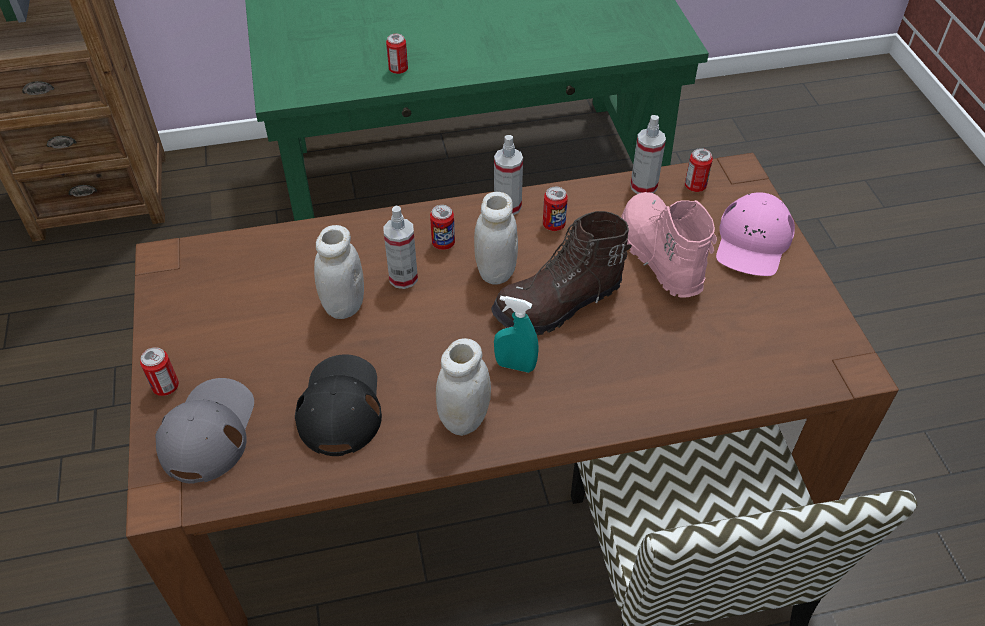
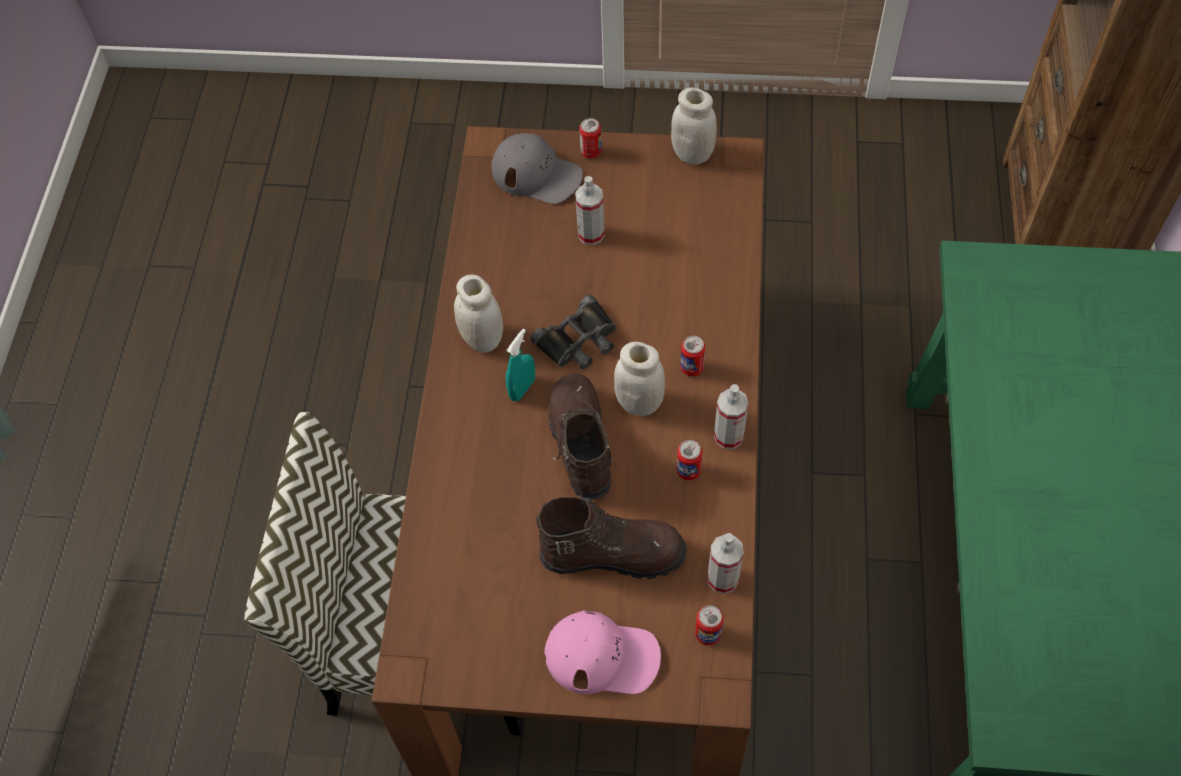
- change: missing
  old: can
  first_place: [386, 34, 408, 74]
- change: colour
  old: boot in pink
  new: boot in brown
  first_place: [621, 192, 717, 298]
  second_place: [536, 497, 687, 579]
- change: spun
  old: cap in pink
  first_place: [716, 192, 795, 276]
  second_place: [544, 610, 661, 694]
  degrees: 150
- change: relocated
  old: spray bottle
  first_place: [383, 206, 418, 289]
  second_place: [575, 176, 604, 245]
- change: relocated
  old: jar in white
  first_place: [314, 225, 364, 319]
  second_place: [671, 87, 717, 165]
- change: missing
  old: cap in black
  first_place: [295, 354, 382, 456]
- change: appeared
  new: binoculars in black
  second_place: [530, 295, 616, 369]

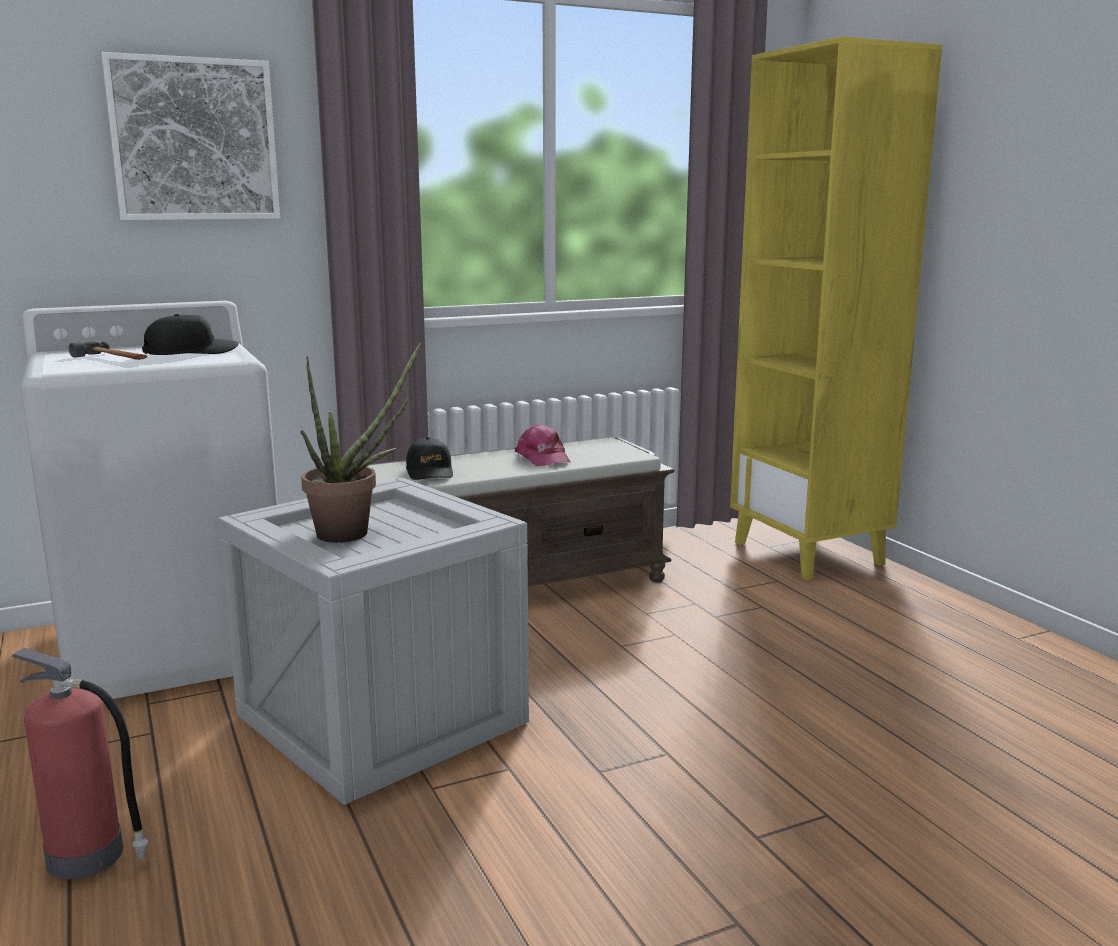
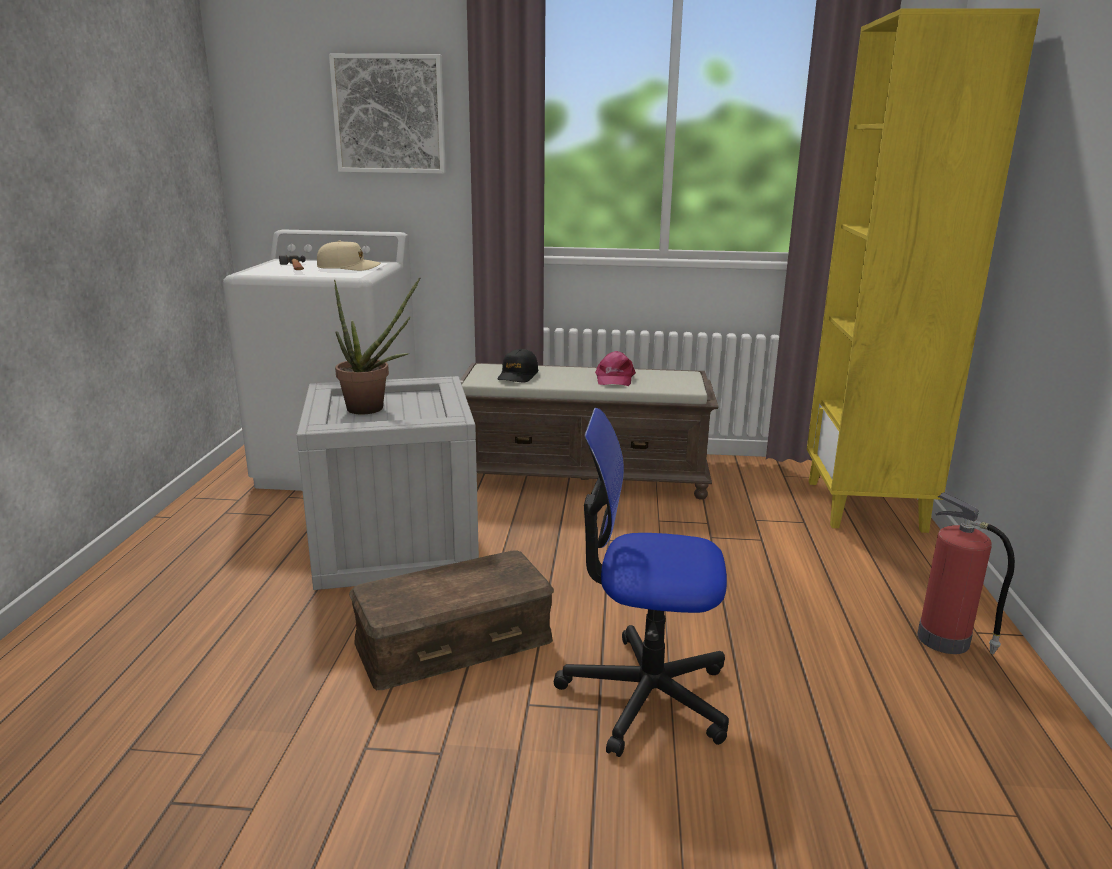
- change: colour
  old: cap in black
  new: cap in beige
  first_place: [142, 314, 239, 355]
  second_place: [317, 241, 381, 271]
- change: relocated
  old: fire extinguisher
  first_place: [11, 648, 148, 879]
  second_place: [917, 492, 1015, 654]
- change: appeared
  new: office chair
  second_place: [554, 408, 729, 757]
- change: appeared
  new: storage box in brown
  second_place: [349, 550, 554, 690]

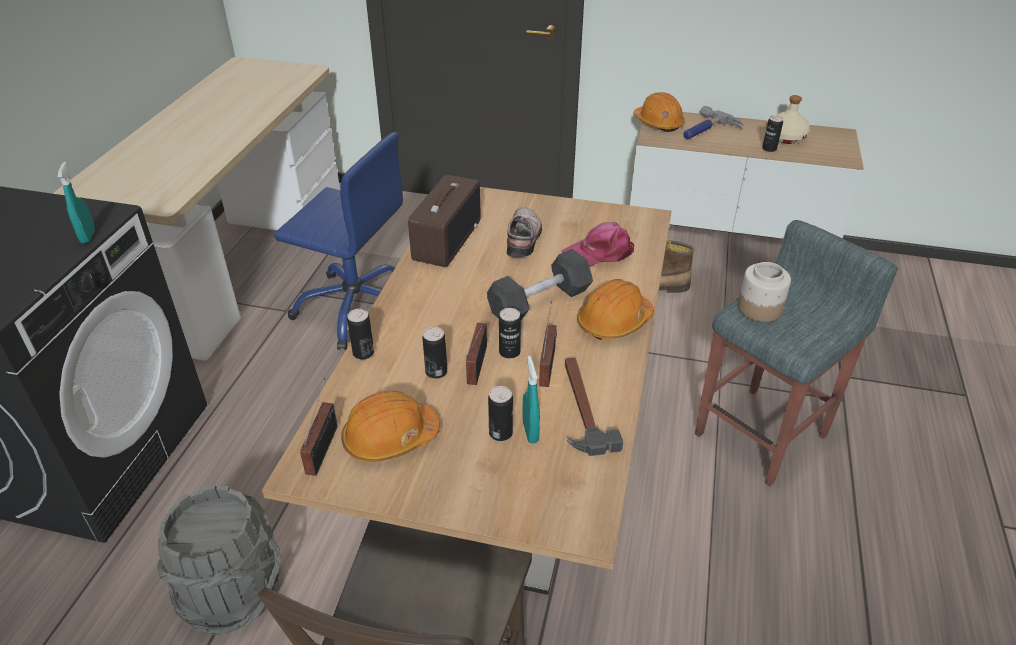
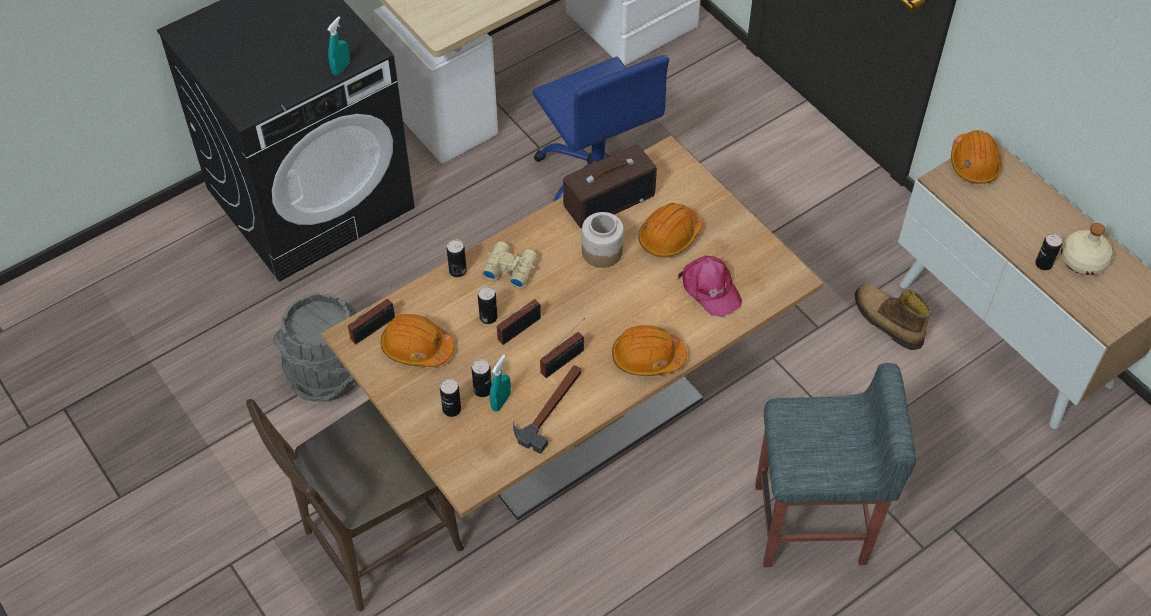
- change: missing
  old: hammer
  first_place: [683, 106, 744, 140]
- change: exchanged
  old: shoe
  new: hard hat in orange
  first_place: [507, 207, 542, 257]
  second_place: [638, 203, 702, 258]
- change: spun
  old: cap in pink
  first_place: [561, 222, 634, 267]
  second_place: [678, 256, 742, 317]
  degrees: -150
- change: missing
  old: dumbbell in black
  first_place: [487, 249, 593, 320]
- change: relocated
  old: jar
  first_place: [738, 262, 791, 322]
  second_place: [582, 212, 624, 268]
- change: relocated
  old: can
  first_place: [499, 308, 521, 359]
  second_place: [440, 379, 461, 417]
- change: appeared
  new: binoculars in beige
  second_place: [482, 242, 537, 288]

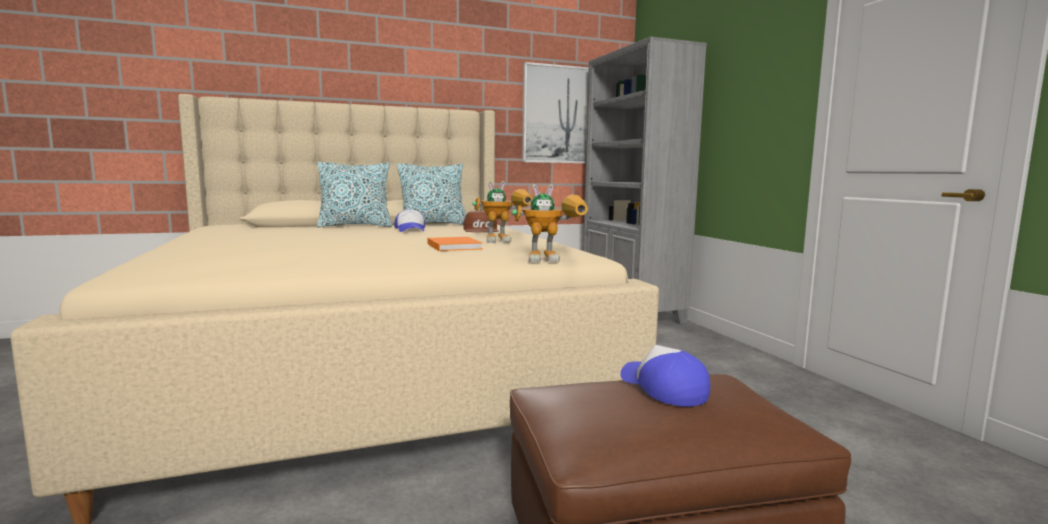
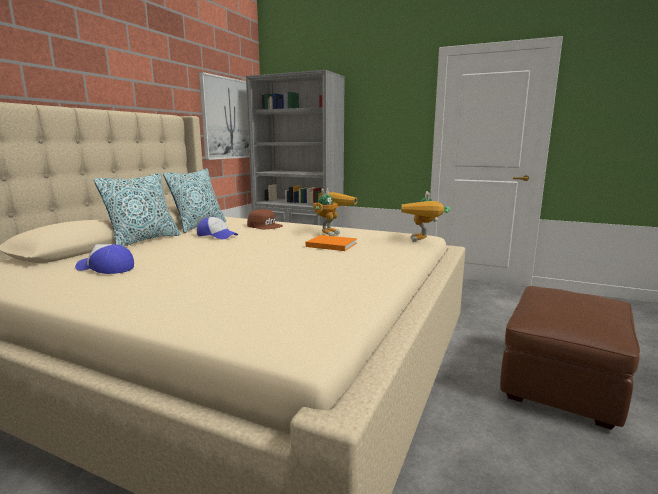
- change: spun
  old: toy robot
  first_place: [512, 184, 588, 263]
  second_place: [401, 191, 451, 242]
  degrees: 150
- change: relocated
  old: cap
  first_place: [620, 345, 710, 407]
  second_place: [75, 244, 134, 274]

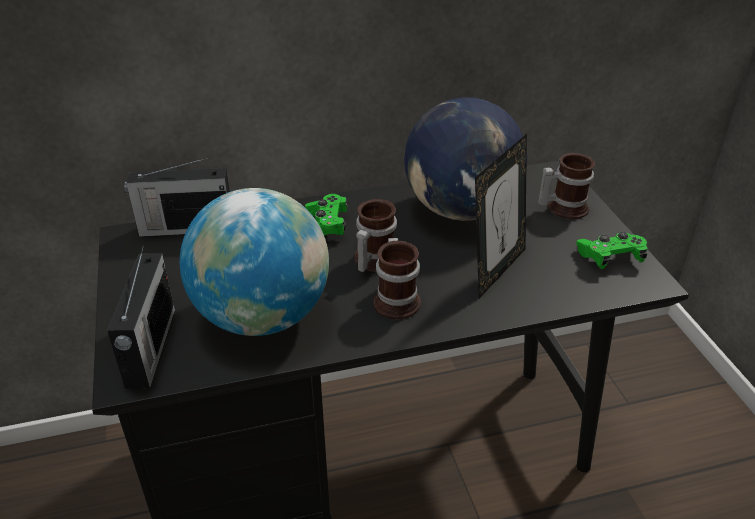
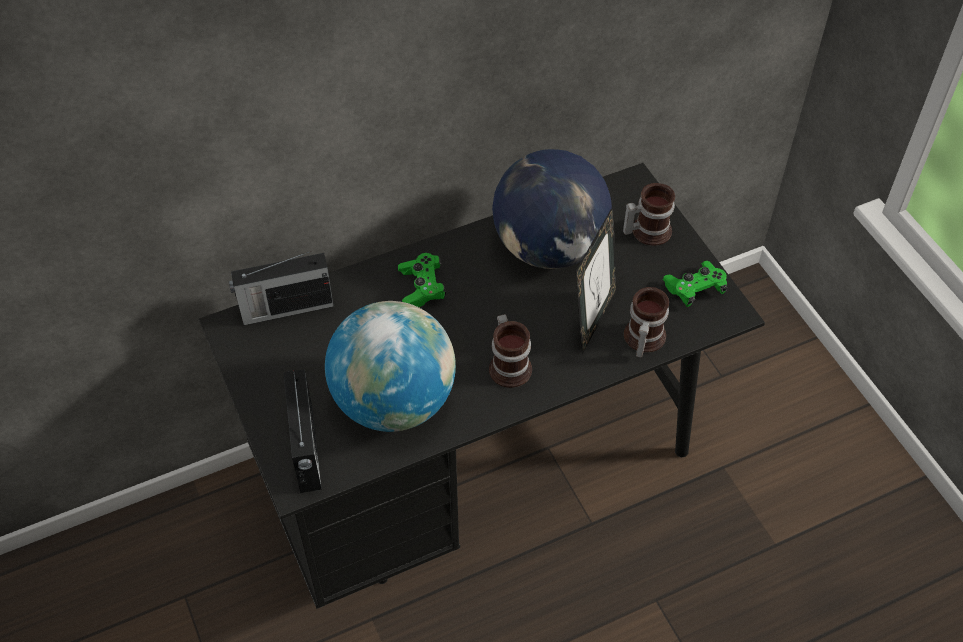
- change: relocated
  old: mug
  first_place: [354, 199, 397, 272]
  second_place: [624, 287, 669, 358]

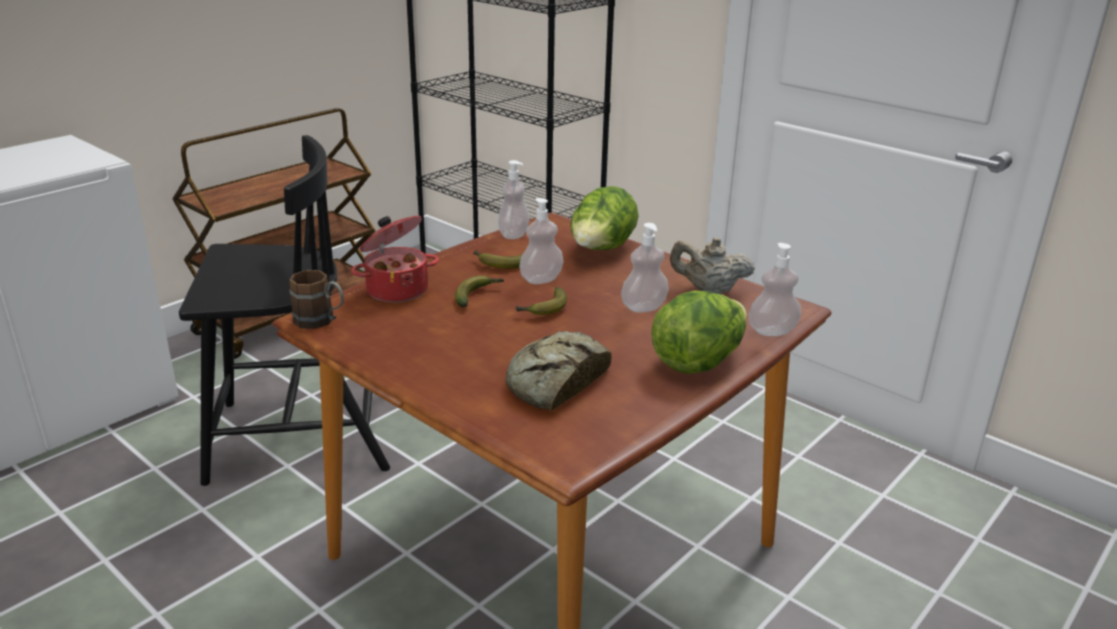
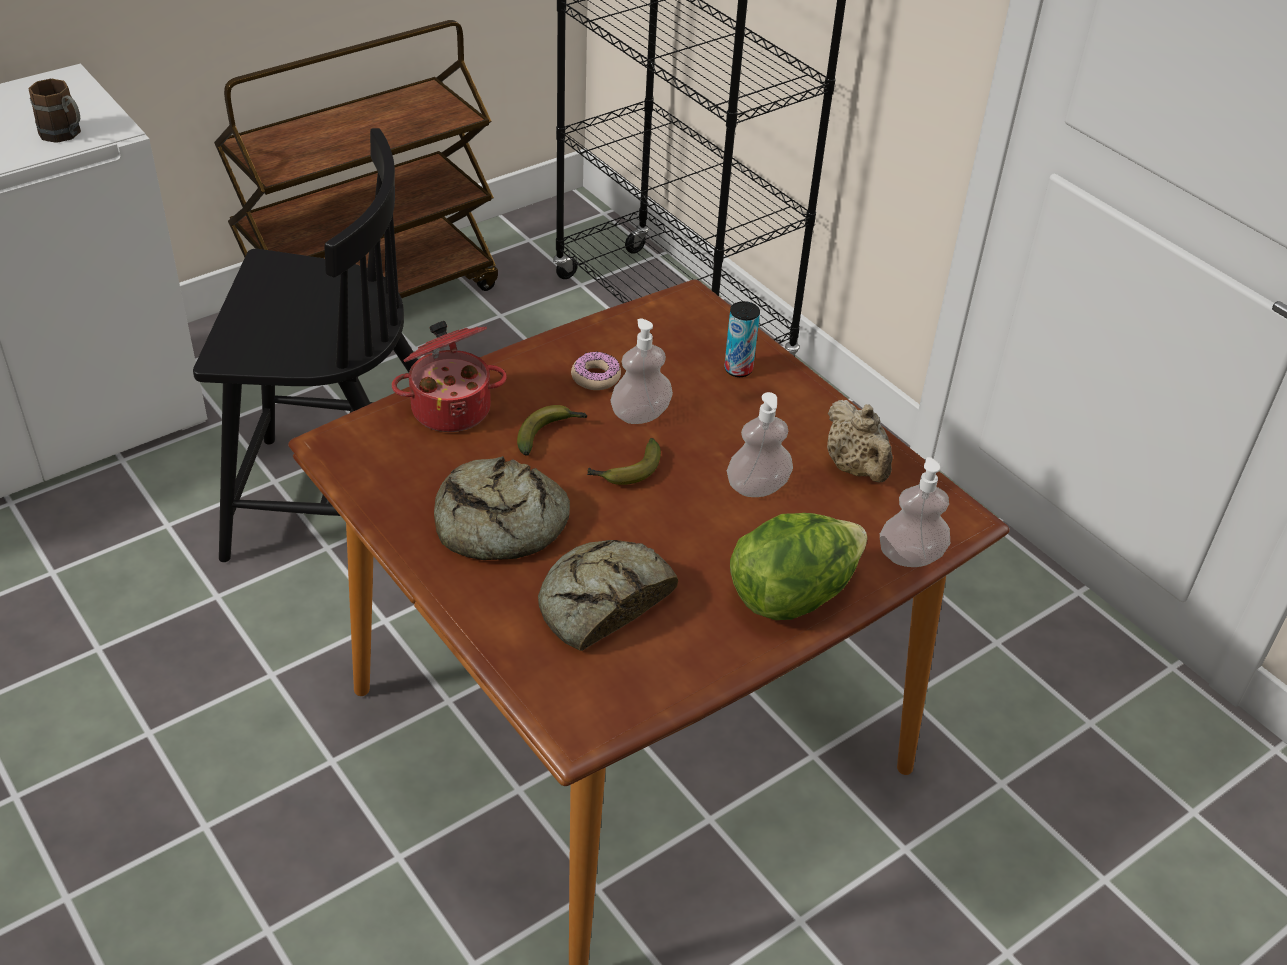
- change: missing
  old: soap dispenser
  first_place: [498, 160, 530, 239]
- change: exchanged
  old: lettuce
  new: can
  first_place: [570, 186, 639, 250]
  second_place: [724, 301, 760, 377]
- change: spun
  old: teapot in beige
  first_place: [670, 237, 755, 294]
  second_place: [827, 400, 893, 482]
  degrees: -135
- change: exchanged
  old: banana
  new: donut
  first_place: [473, 250, 523, 269]
  second_place: [571, 352, 621, 390]
- change: relocated
  old: mug in brown
  first_place: [290, 270, 344, 329]
  second_place: [29, 79, 81, 143]
- change: appeared
  new: bread
  second_place: [434, 456, 570, 560]

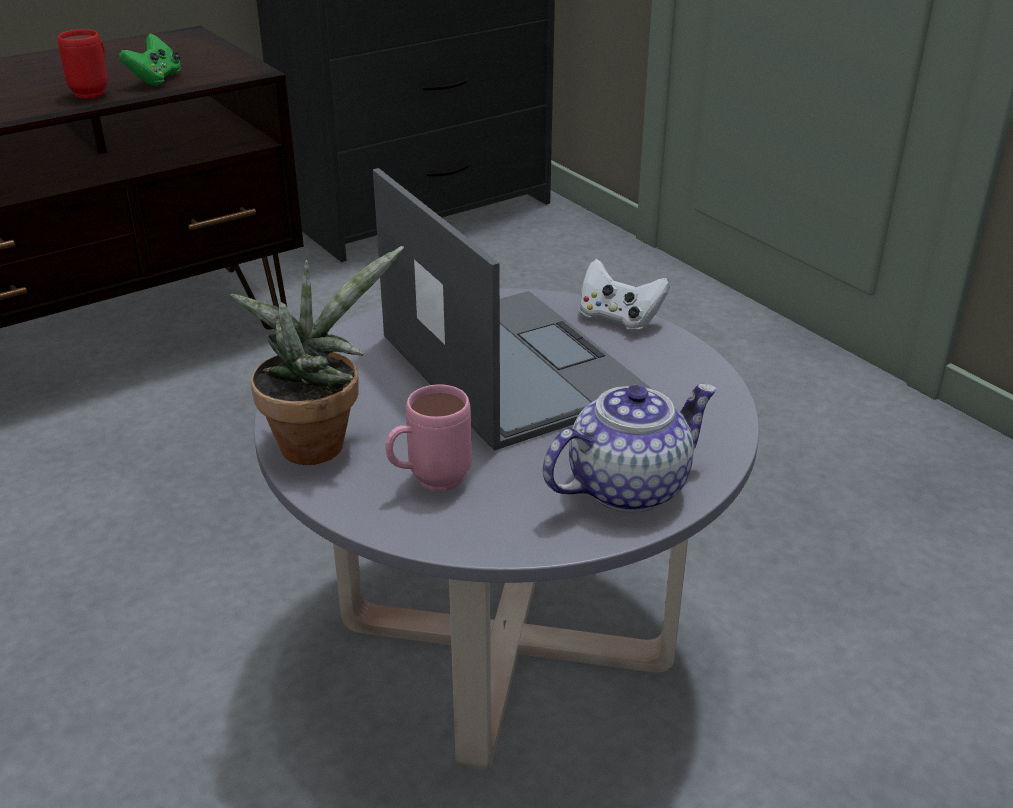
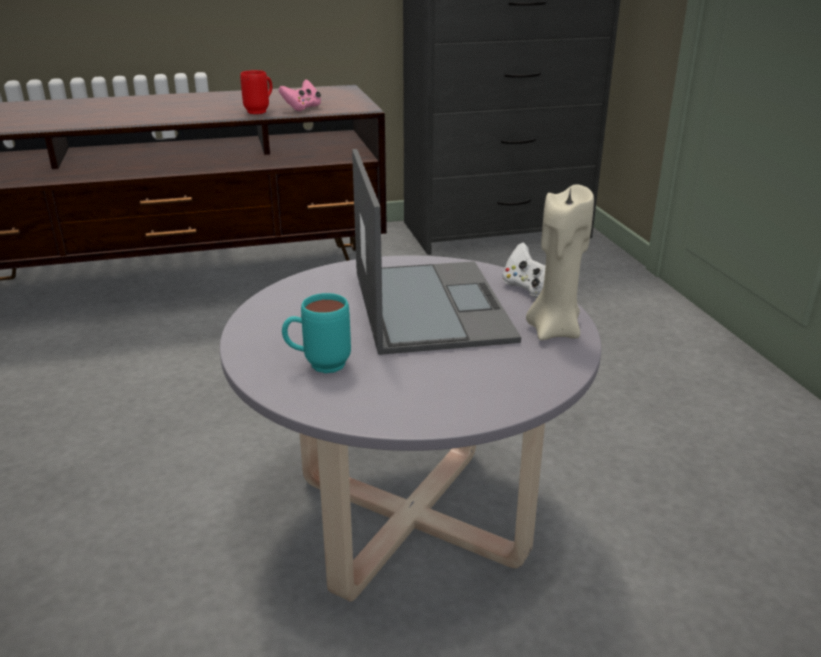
- change: colour
  old: game controller in green
  new: game controller in pink
  first_place: [119, 33, 181, 86]
  second_place: [279, 79, 321, 111]
- change: missing
  old: potted plant
  first_place: [230, 246, 404, 465]
- change: missing
  old: teapot
  first_place: [543, 383, 717, 512]
- change: colour
  old: mug in pink
  new: mug in turquoise
  first_place: [386, 384, 472, 491]
  second_place: [282, 293, 351, 373]
- change: appeared
  new: candle in beige
  second_place: [526, 184, 594, 340]

